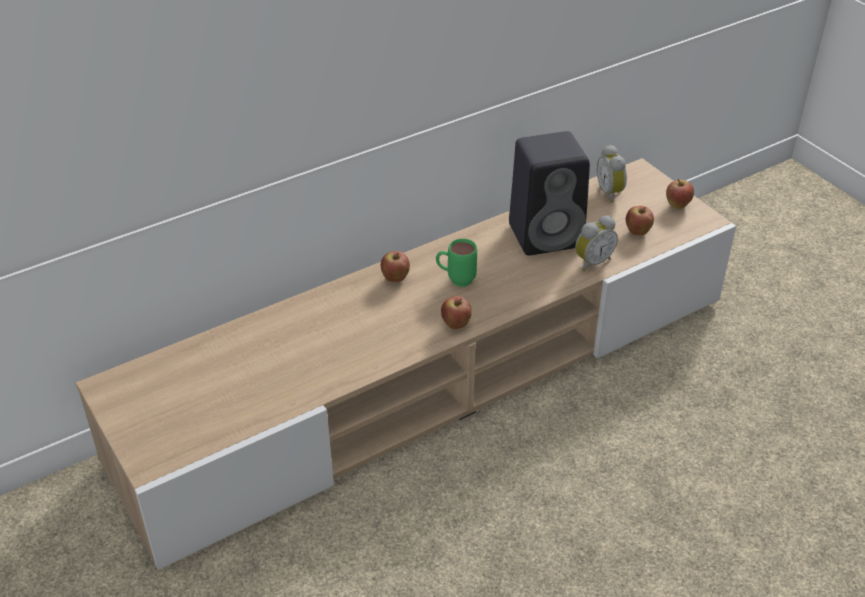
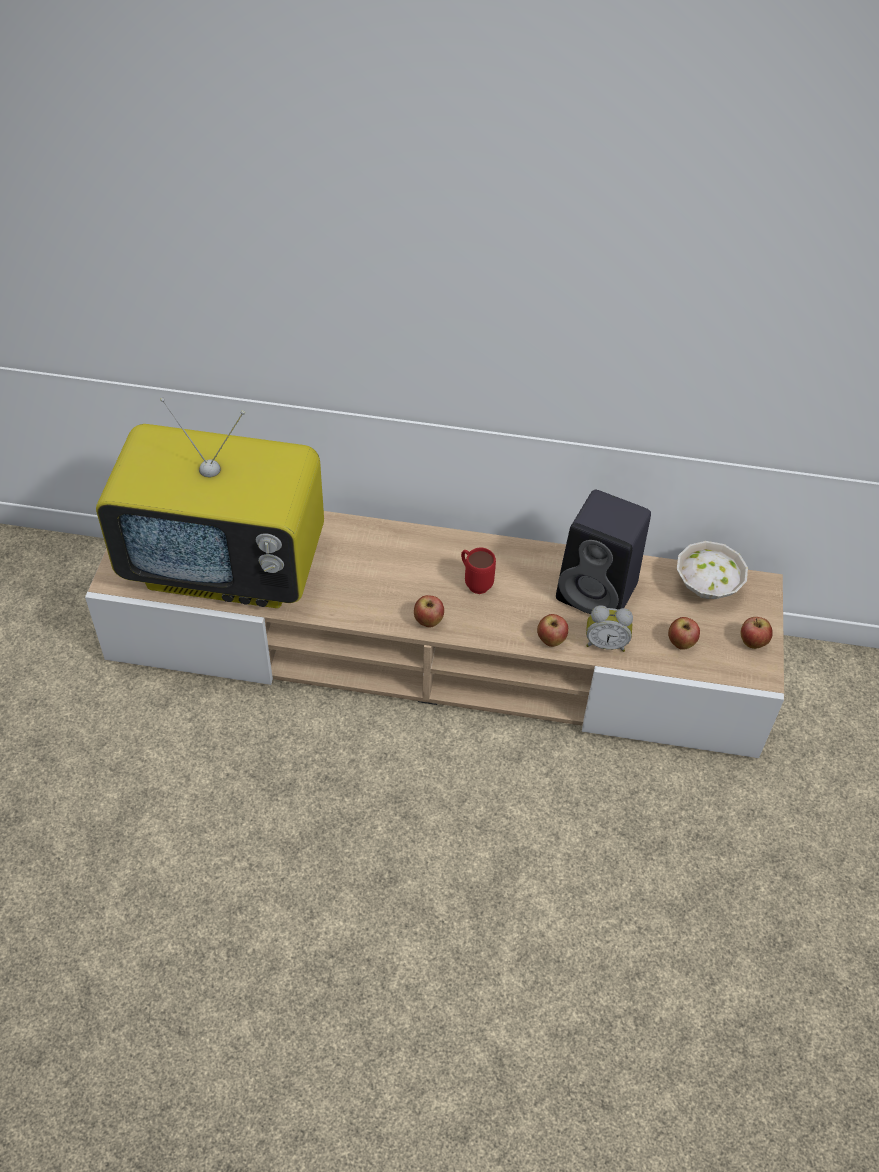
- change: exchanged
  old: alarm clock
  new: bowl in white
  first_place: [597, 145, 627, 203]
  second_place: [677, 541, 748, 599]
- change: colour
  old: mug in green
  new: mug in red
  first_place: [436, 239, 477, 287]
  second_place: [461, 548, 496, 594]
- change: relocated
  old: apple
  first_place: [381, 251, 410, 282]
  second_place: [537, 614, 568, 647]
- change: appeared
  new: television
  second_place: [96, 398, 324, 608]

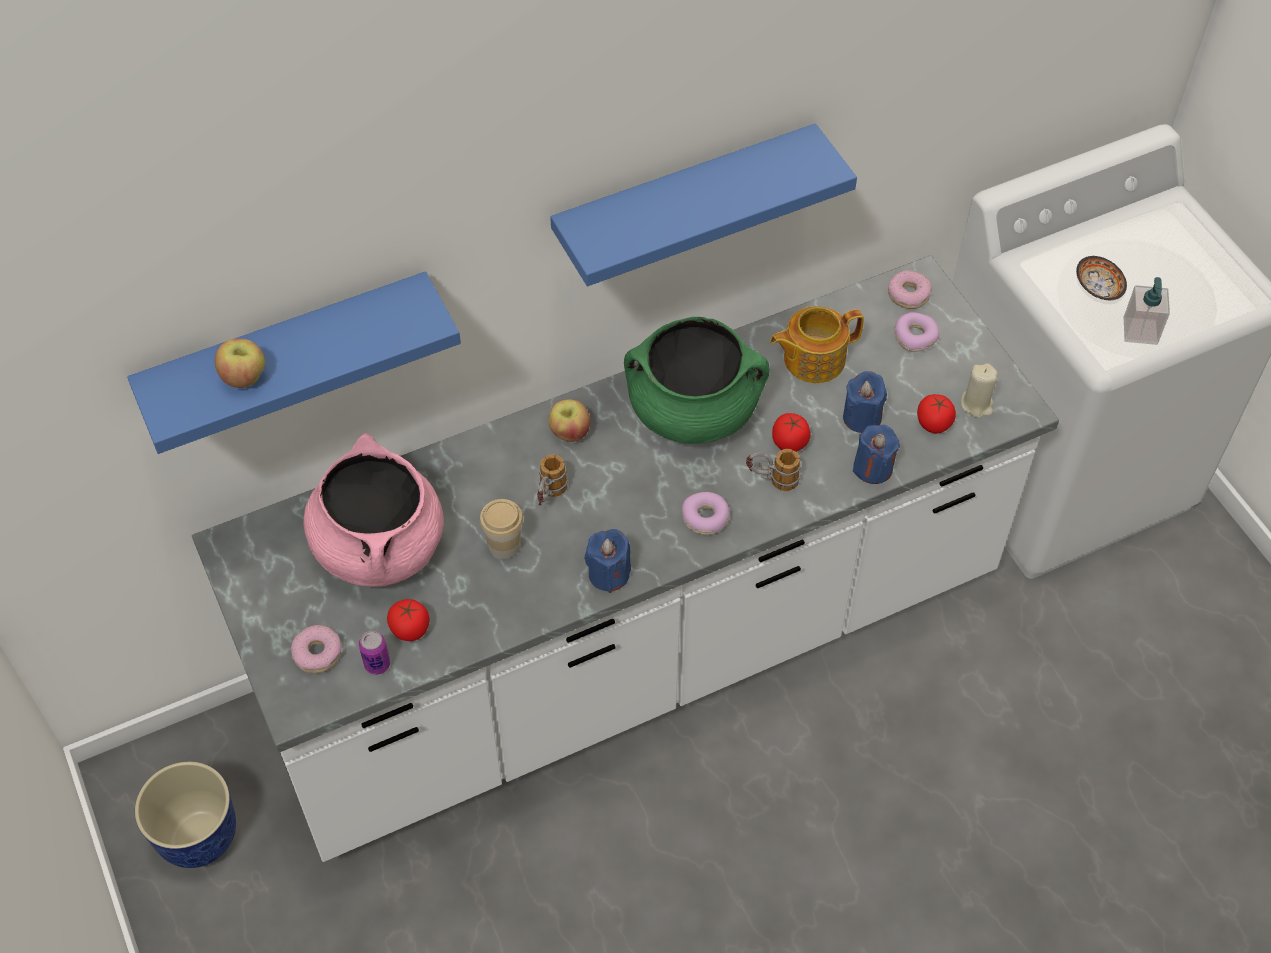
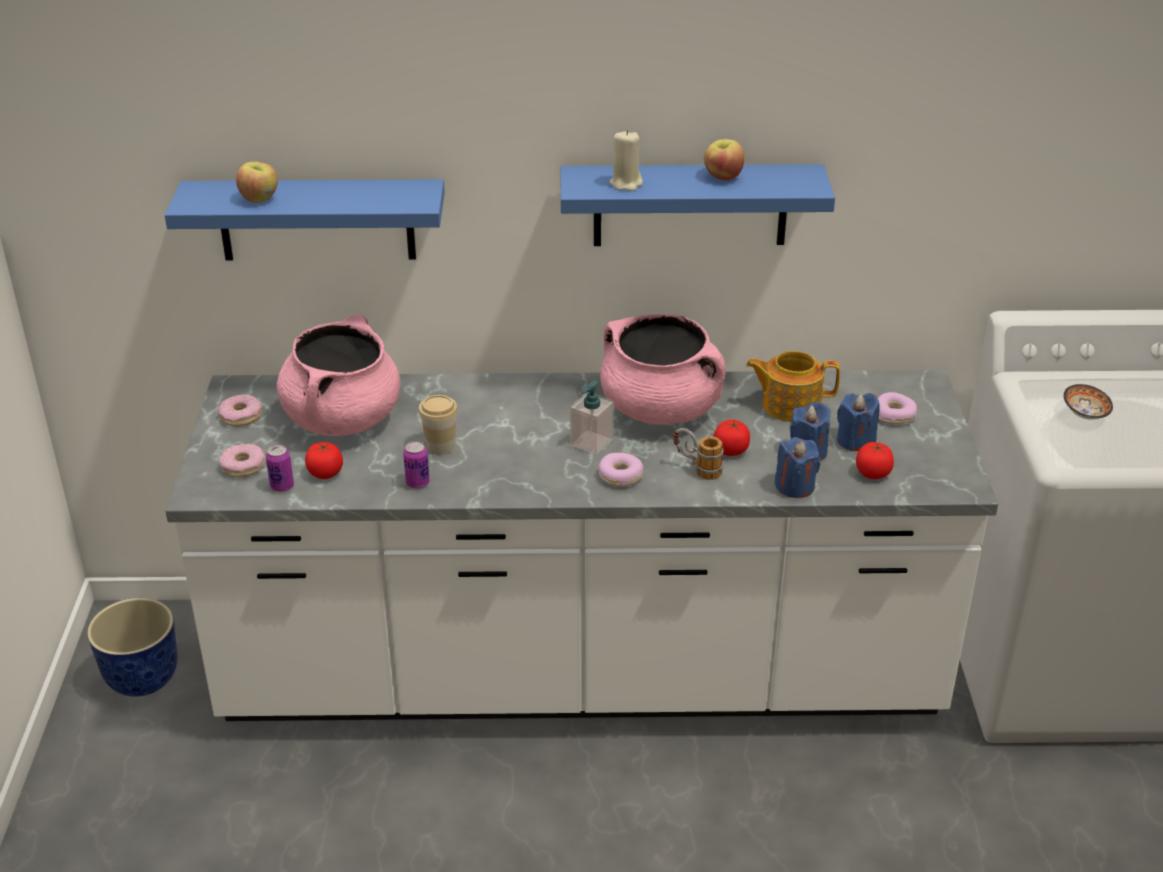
- change: relocated
  old: donut
  first_place: [888, 270, 932, 309]
  second_place: [218, 394, 262, 426]
- change: relocated
  old: soap dispenser
  first_place: [1124, 277, 1170, 345]
  second_place: [570, 380, 614, 455]
- change: colour
  old: cooking pot in green
  new: cooking pot in pink
  first_place: [624, 317, 770, 444]
  second_place: [600, 314, 725, 424]
- change: relocated
  old: candle in beige
  first_place: [961, 363, 998, 418]
  second_place: [610, 130, 643, 191]
- change: relocated
  old: apple
  first_place: [548, 399, 590, 442]
  second_place: [704, 139, 745, 181]
- change: missing
  old: mug
  first_place: [537, 454, 568, 506]
- change: relocated
  old: candle in blue
  first_place: [585, 529, 631, 593]
  second_place: [837, 393, 880, 451]
- change: appeared
  new: can
  second_place: [403, 441, 430, 489]

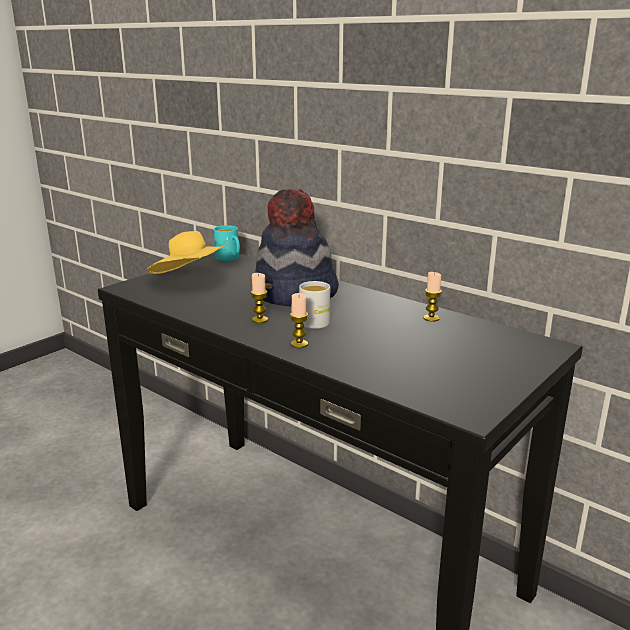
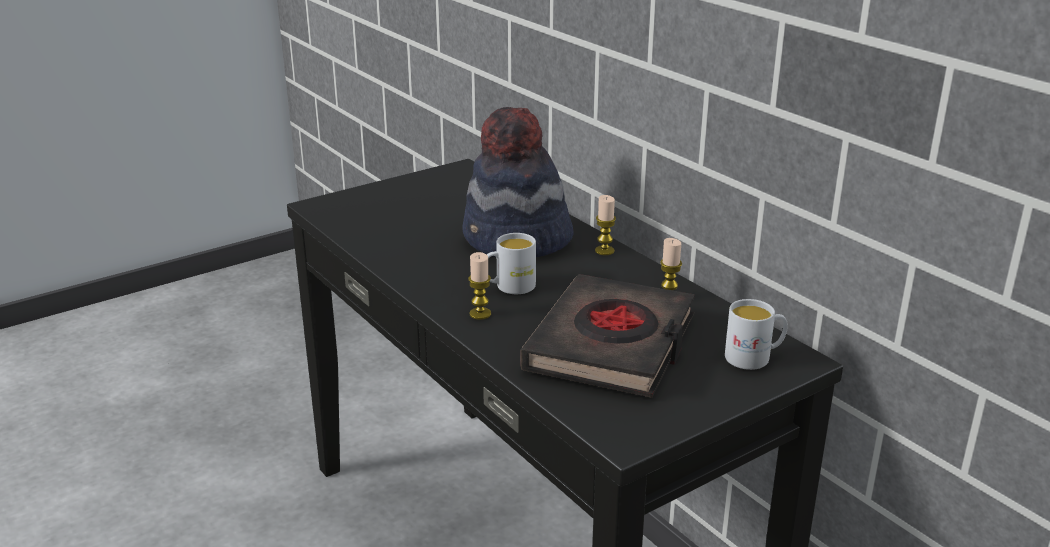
- change: missing
  old: mug in turquoise
  first_place: [214, 225, 240, 261]
- change: missing
  old: hat in yellow
  first_place: [146, 231, 228, 274]
- change: relocated
  old: candle
  first_place: [251, 273, 268, 323]
  second_place: [595, 195, 616, 255]
- change: appeared
  new: book in black
  second_place: [520, 274, 695, 398]
- change: appeared
  new: mug in white
  second_place: [725, 299, 788, 370]

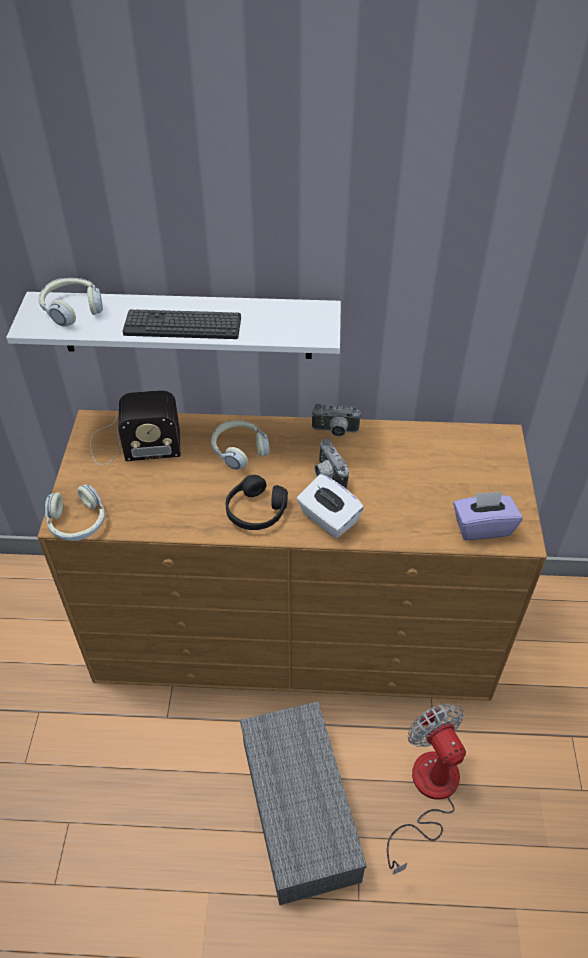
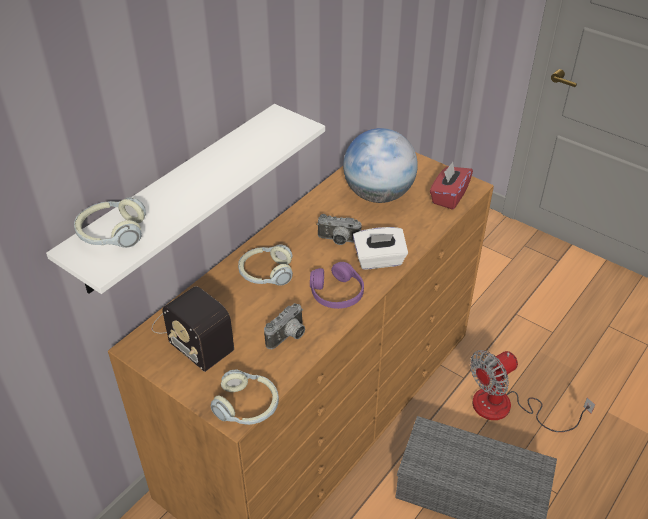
- change: missing
  old: keyboard
  first_place: [123, 309, 241, 339]
- change: spun
  old: radio
  first_place: [90, 390, 181, 465]
  second_place: [152, 286, 234, 372]
  degrees: 105
- change: relocated
  old: photo camera
  first_place: [311, 404, 361, 437]
  second_place: [264, 303, 305, 349]
- change: colour
  old: headphones in black
  new: headphones in purple
  first_place: [226, 475, 288, 530]
  second_place: [310, 262, 364, 309]
- change: colour
  old: tissue box in purple
  new: tissue box in red
  first_place: [453, 492, 523, 540]
  second_place: [430, 162, 473, 210]
- change: spun
  old: fan
  first_place: [387, 704, 466, 875]
  second_place: [470, 350, 595, 432]
  degrees: -45
- change: appeared
  new: globe
  second_place: [343, 128, 418, 203]

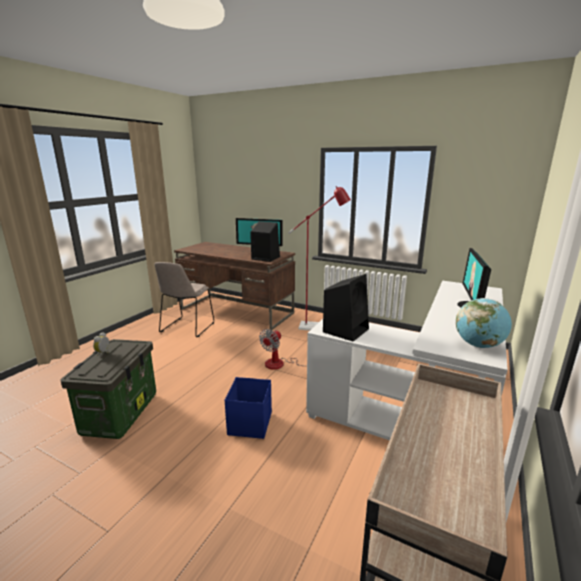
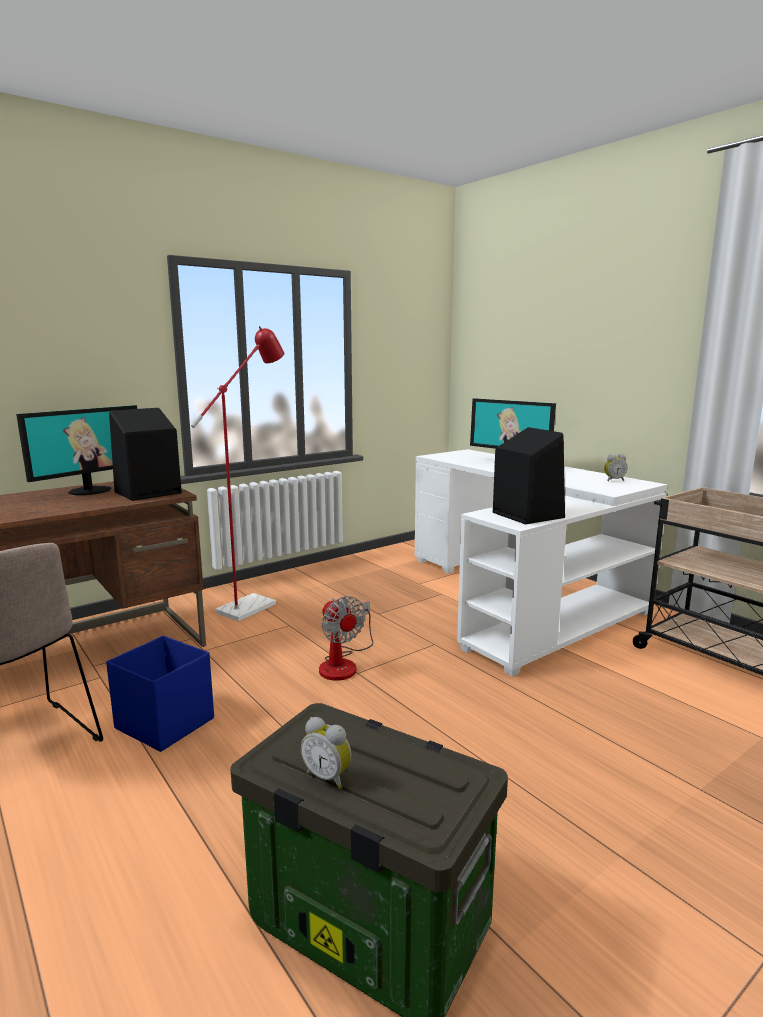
- change: exchanged
  old: globe
  new: alarm clock
  first_place: [456, 298, 512, 348]
  second_place: [604, 454, 628, 481]
- change: relocated
  old: storage box in blue
  first_place: [225, 377, 272, 439]
  second_place: [106, 635, 214, 752]

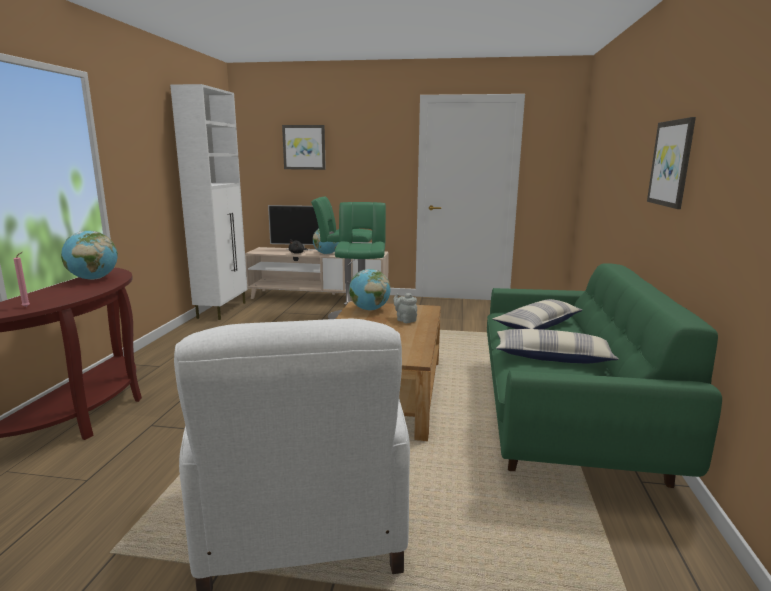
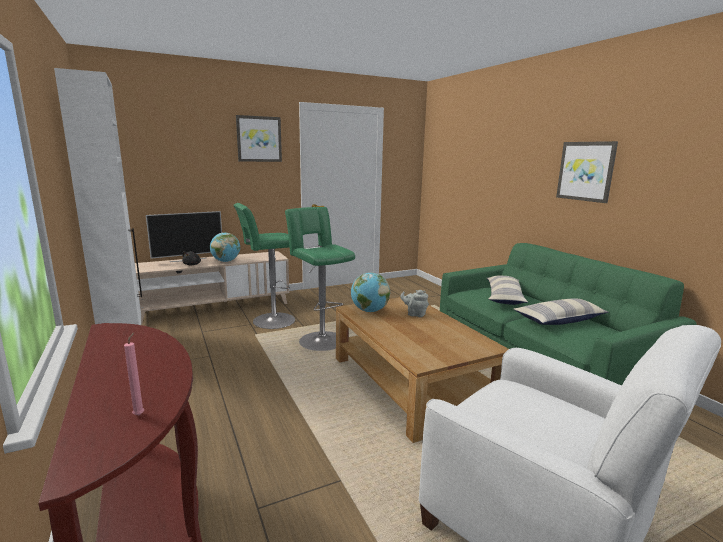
- change: relocated
  old: picture
  first_place: [282, 125, 326, 170]
  second_place: [236, 115, 282, 162]
- change: missing
  old: globe
  first_place: [61, 231, 118, 280]

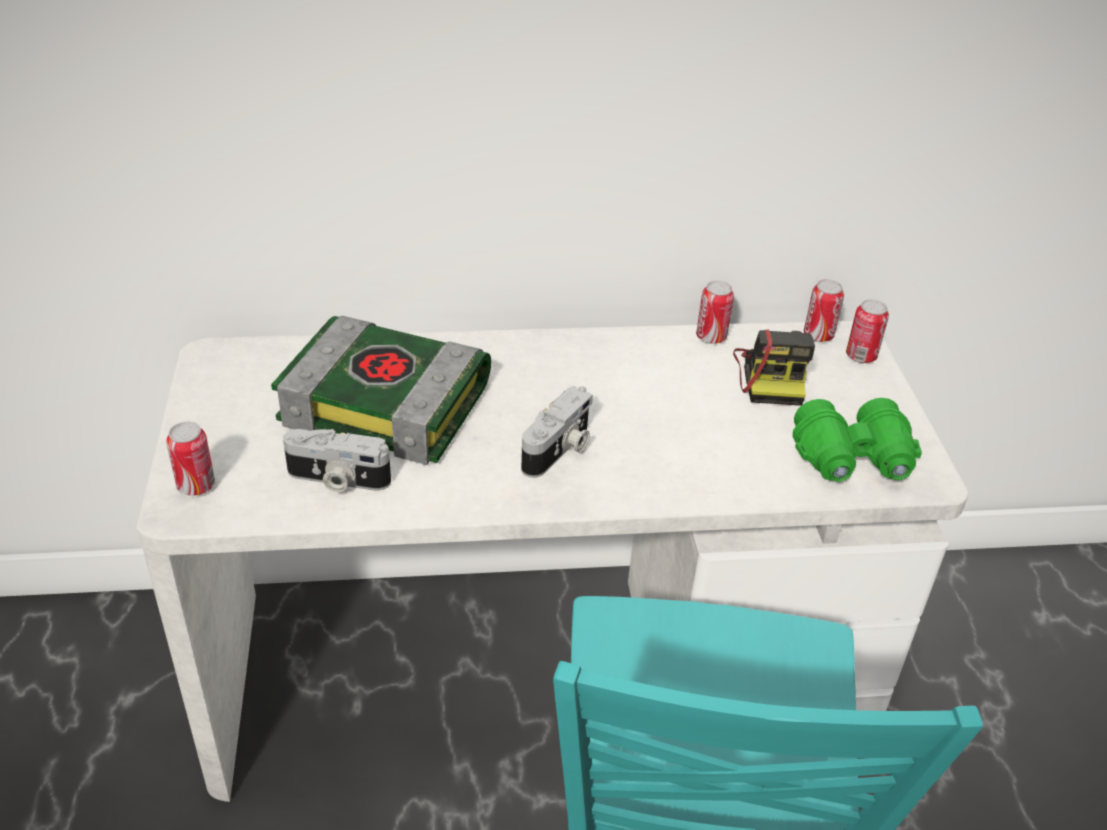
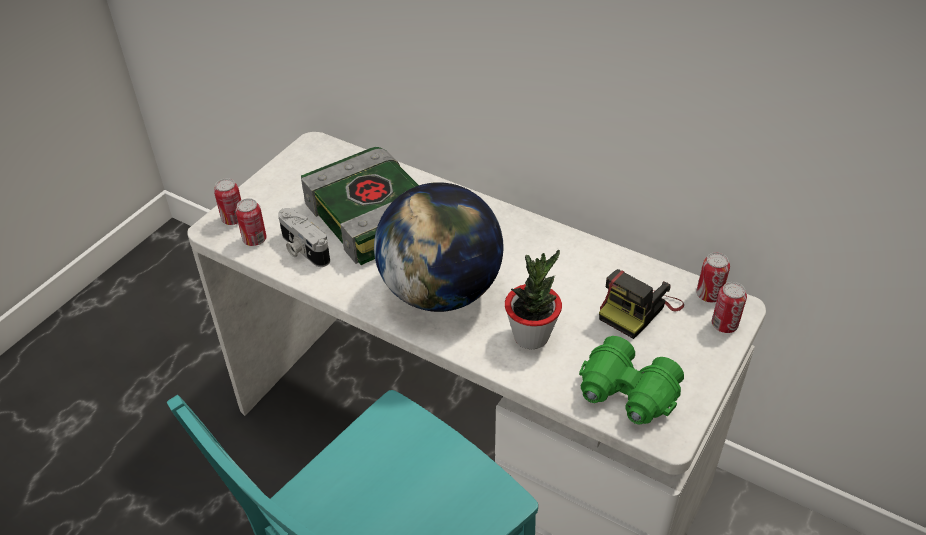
- change: relocated
  old: can
  first_place: [696, 280, 734, 344]
  second_place: [235, 198, 267, 246]
- change: exchanged
  old: photo camera
  new: globe
  first_place: [521, 386, 593, 478]
  second_place: [374, 182, 503, 312]
- change: appeared
  new: potted plant
  second_place: [505, 250, 562, 349]

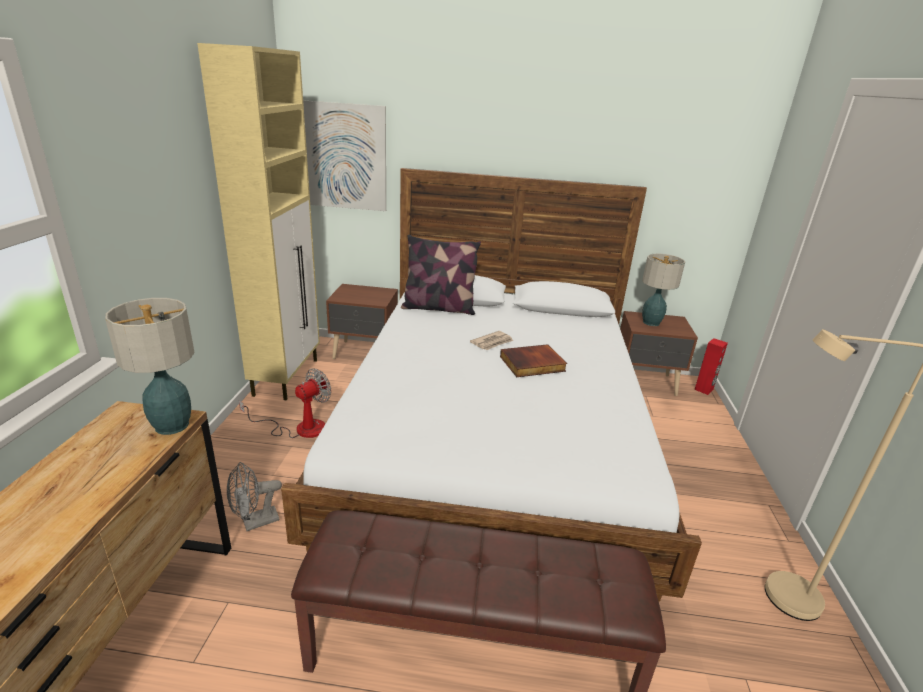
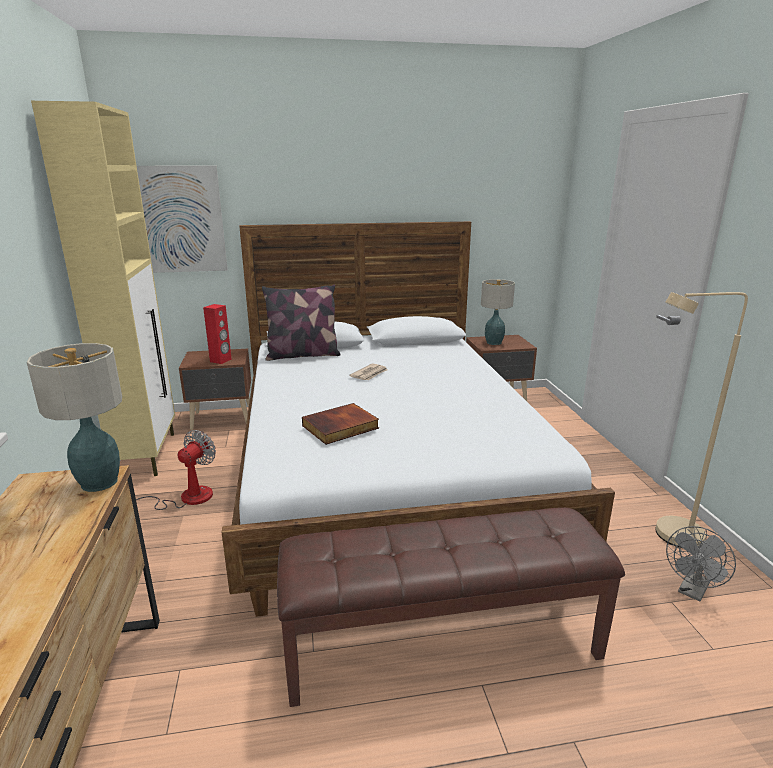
- change: relocated
  old: speaker in red
  first_place: [695, 338, 728, 395]
  second_place: [203, 304, 232, 364]
- change: relocated
  old: book
  first_place: [500, 344, 567, 377]
  second_place: [302, 403, 379, 445]
- change: relocated
  old: fan in grey
  first_place: [227, 462, 282, 531]
  second_place: [666, 526, 736, 601]

